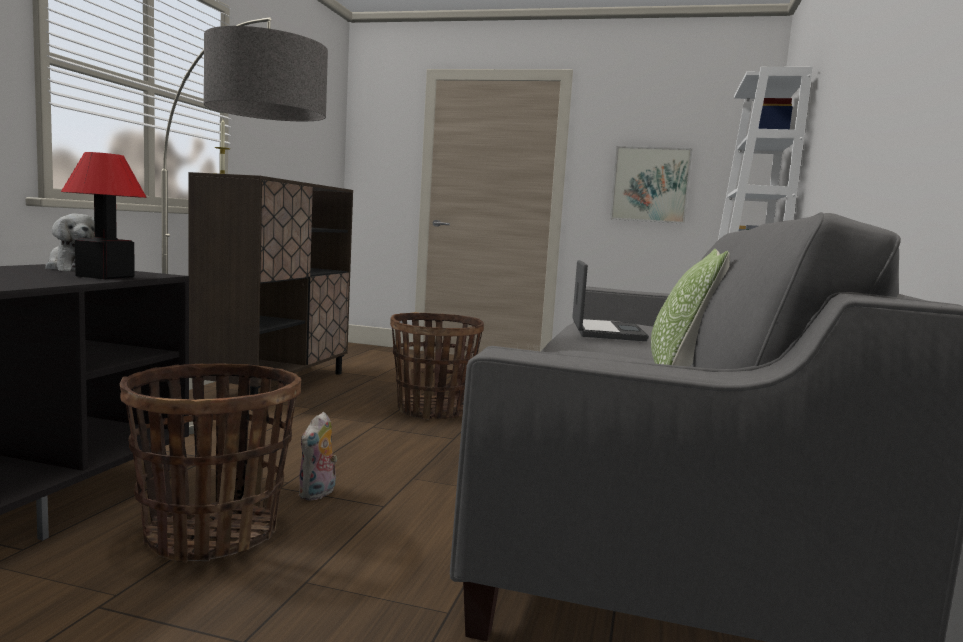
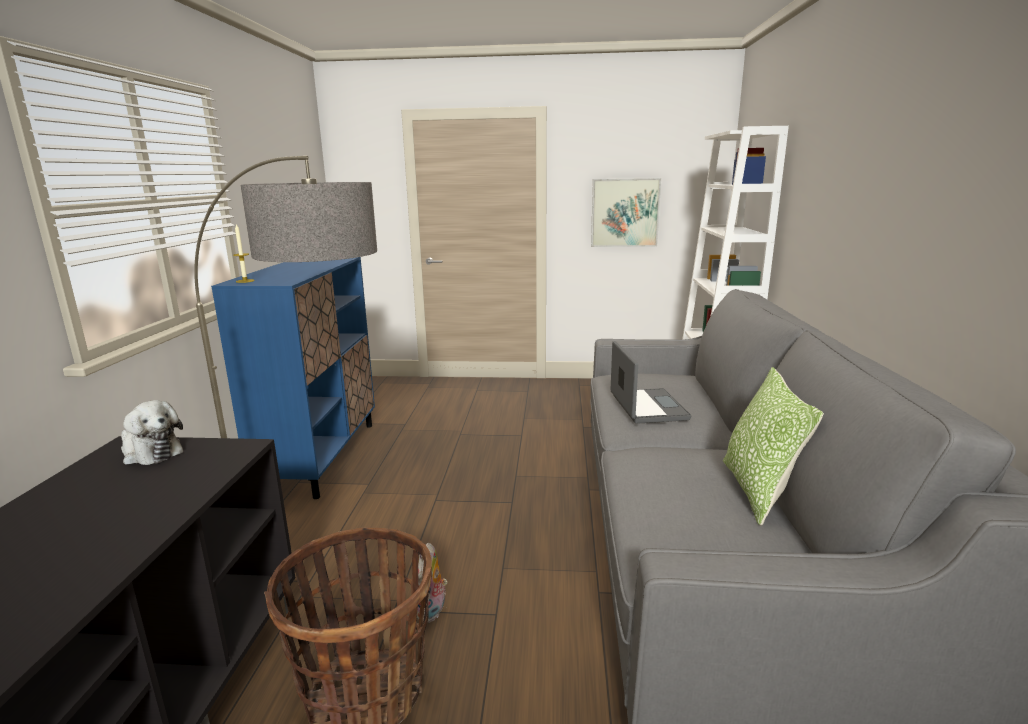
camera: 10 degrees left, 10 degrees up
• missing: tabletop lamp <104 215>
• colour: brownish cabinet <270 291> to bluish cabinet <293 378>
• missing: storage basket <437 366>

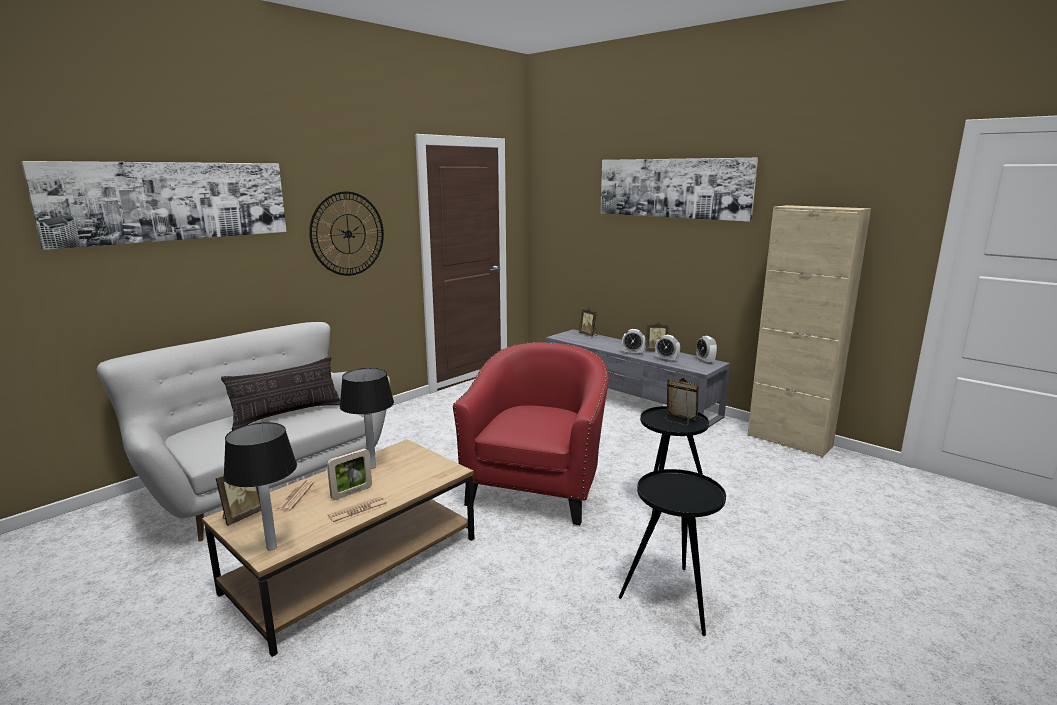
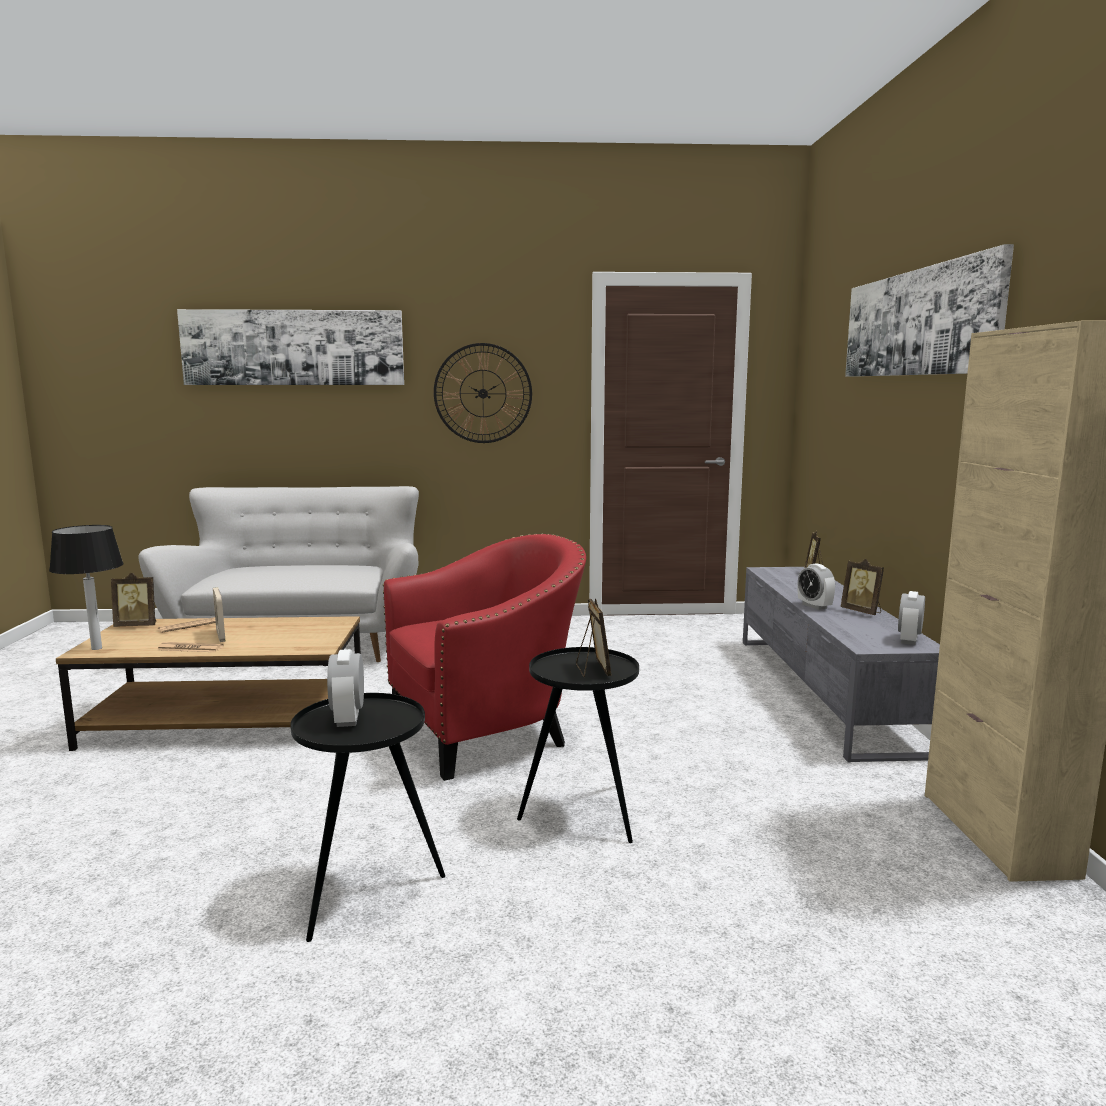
camera: 45 degrees right, 5 degrees down
• missing: pillow <280 393>
• spun: picture frame <349 474> = <219 614> 60 degrees clockwise
• missing: tabletop lamp <366 418>
• relocated: alarm clock <667 349> to <345 688>

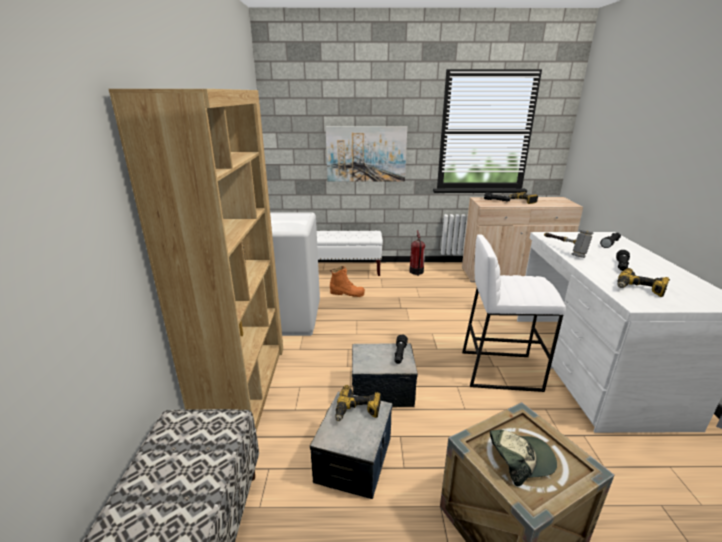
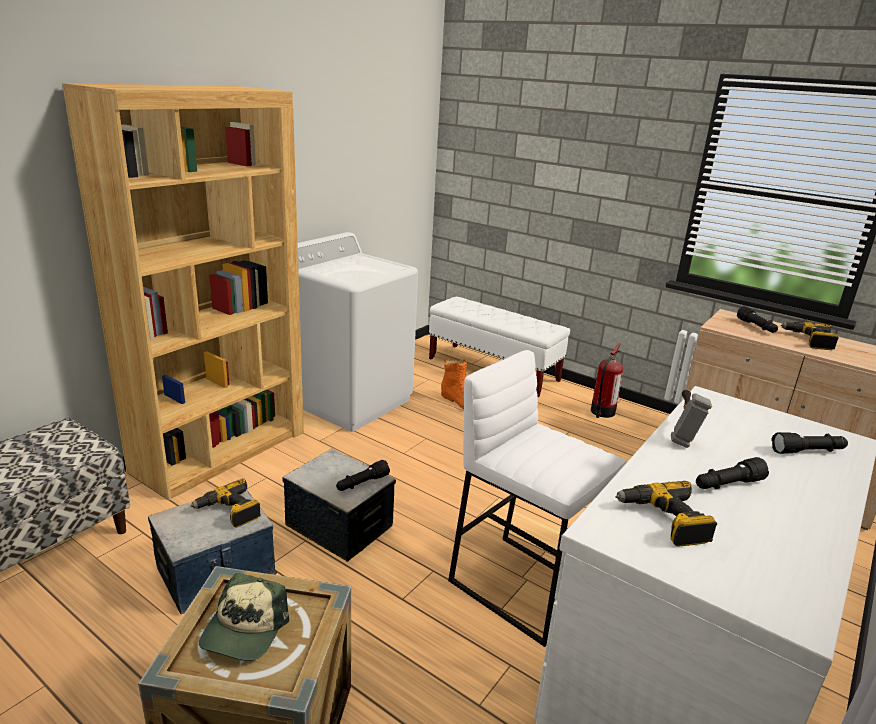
camera: 35 degrees right, 0 degrees up
• missing: picture <366 154>
• spun: baseball cap <523 458> = <244 617> 75 degrees clockwise

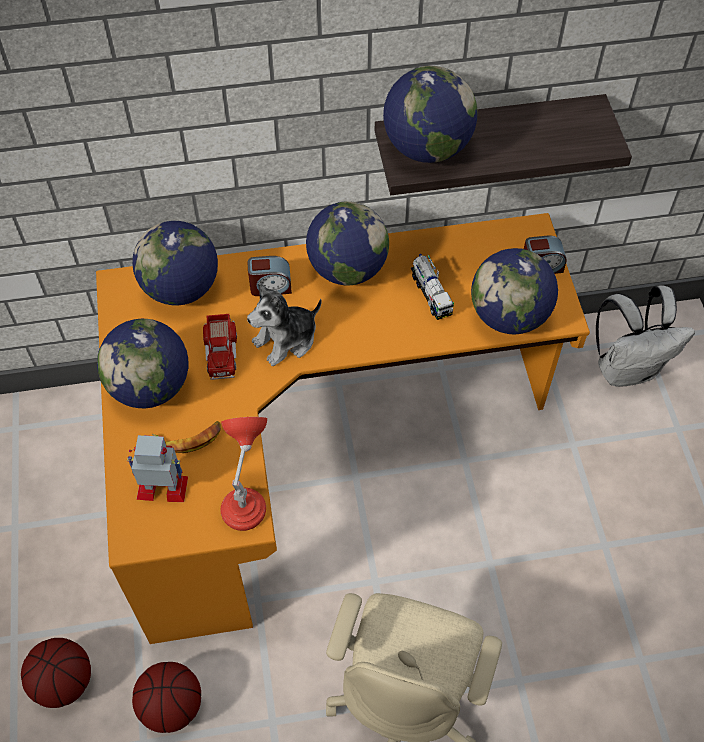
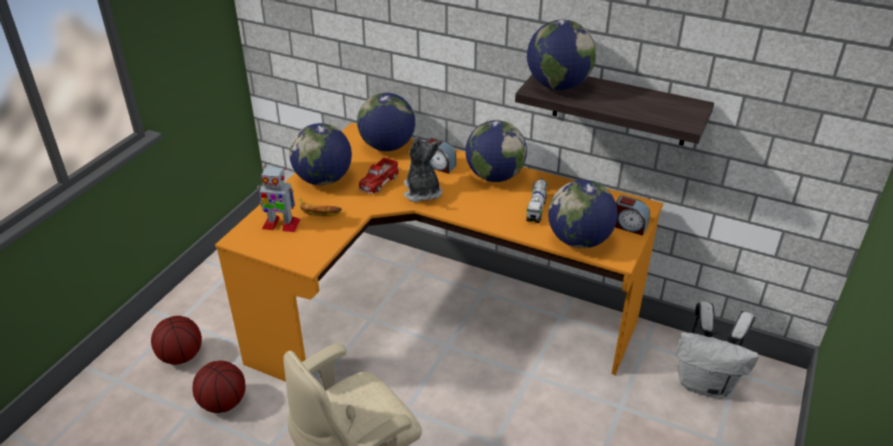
camera: 35 degrees right, 20 degrees down
• spun: toy robot <157 468> = <278 199> 150 degrees clockwise
• missing: reddish tabletop lamp <244 474>
• spun: cuddly toy <284 324> = <423 169> 75 degrees clockwise

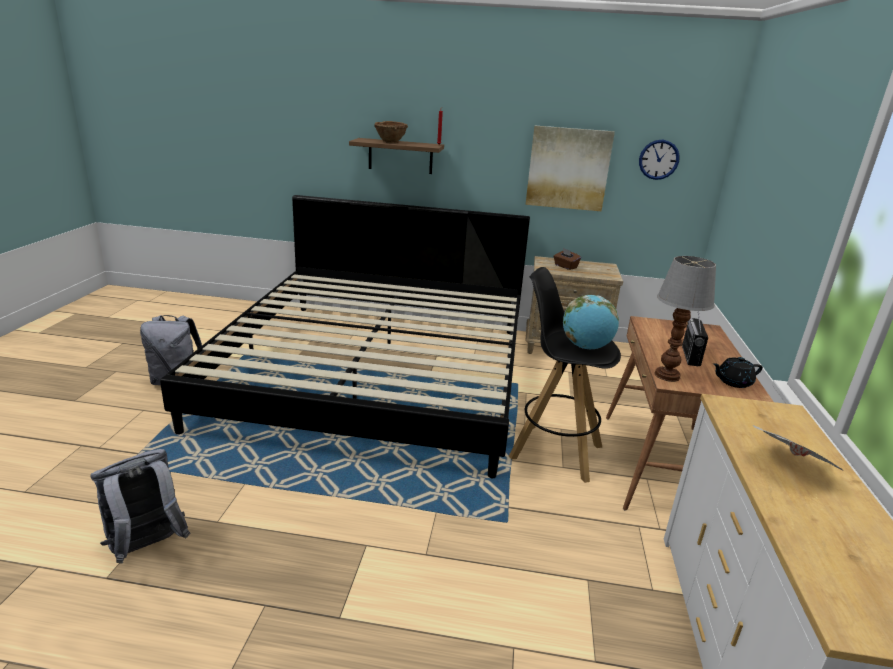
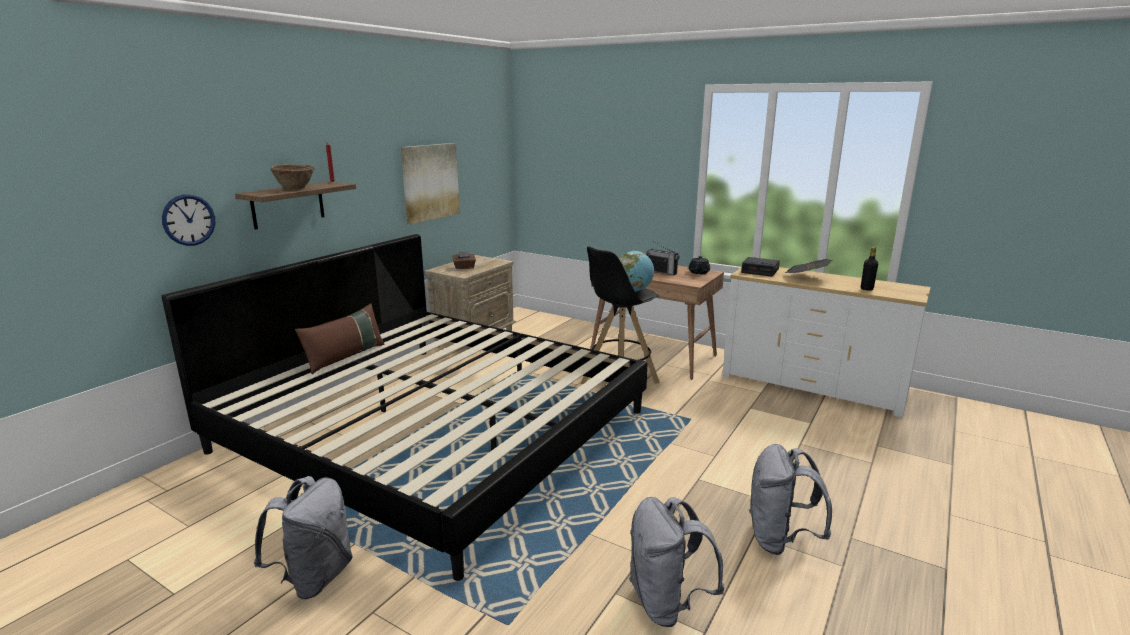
camera: 65 degrees left, 5 degrees down
• relocated: wall clock <659 160> to <188 220>
• missing: tabletop lamp <685 319>
• appeared: brownish pillow <340 338>
• appeared: alarm clock <760 267>
• appeared: grey rucksack <790 499>
• appeared: black-coloured beverage bottle <869 269>

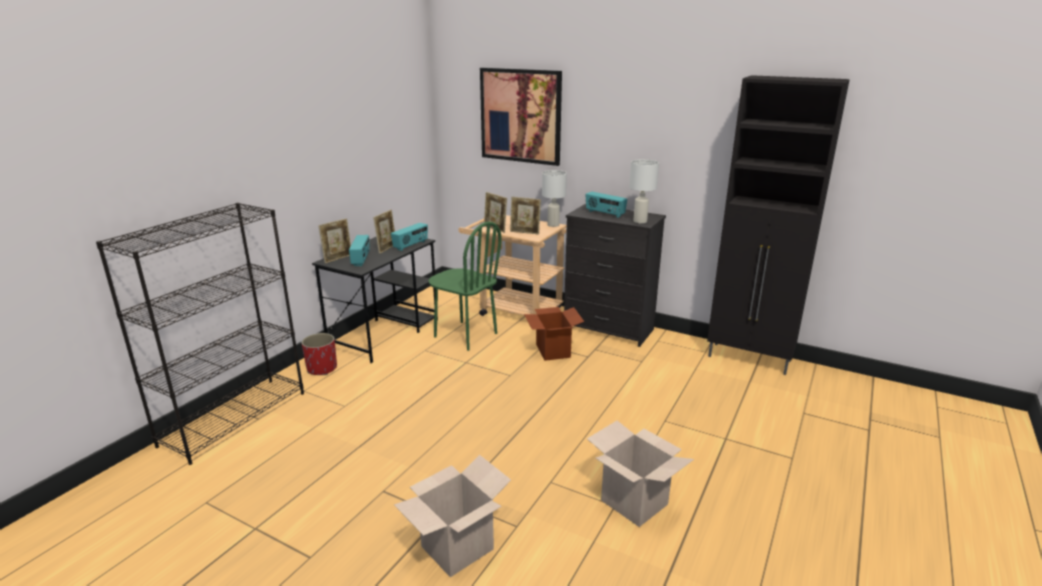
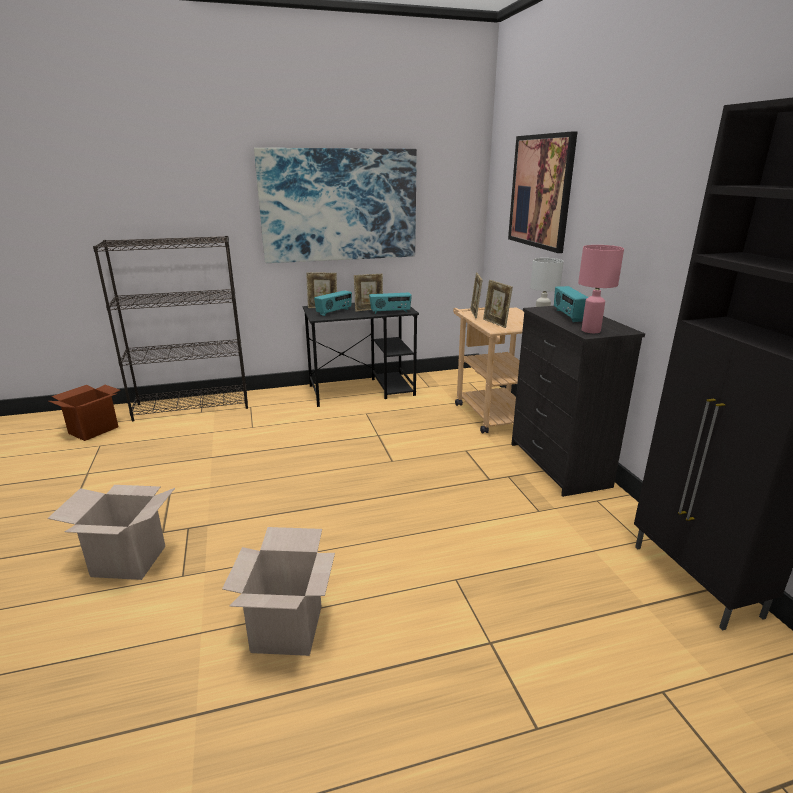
camera: 45 degrees right, 0 degrees up
• missing: reddish flower pot <319 354>
• missing: greenish chair <465 286>
• relocated: packing box <554 334> to <84 413>
• colour: white-coloured tabletop lamp <644 191> to pink-coloured tabletop lamp <601 289>
• appeared: picture <335 205>

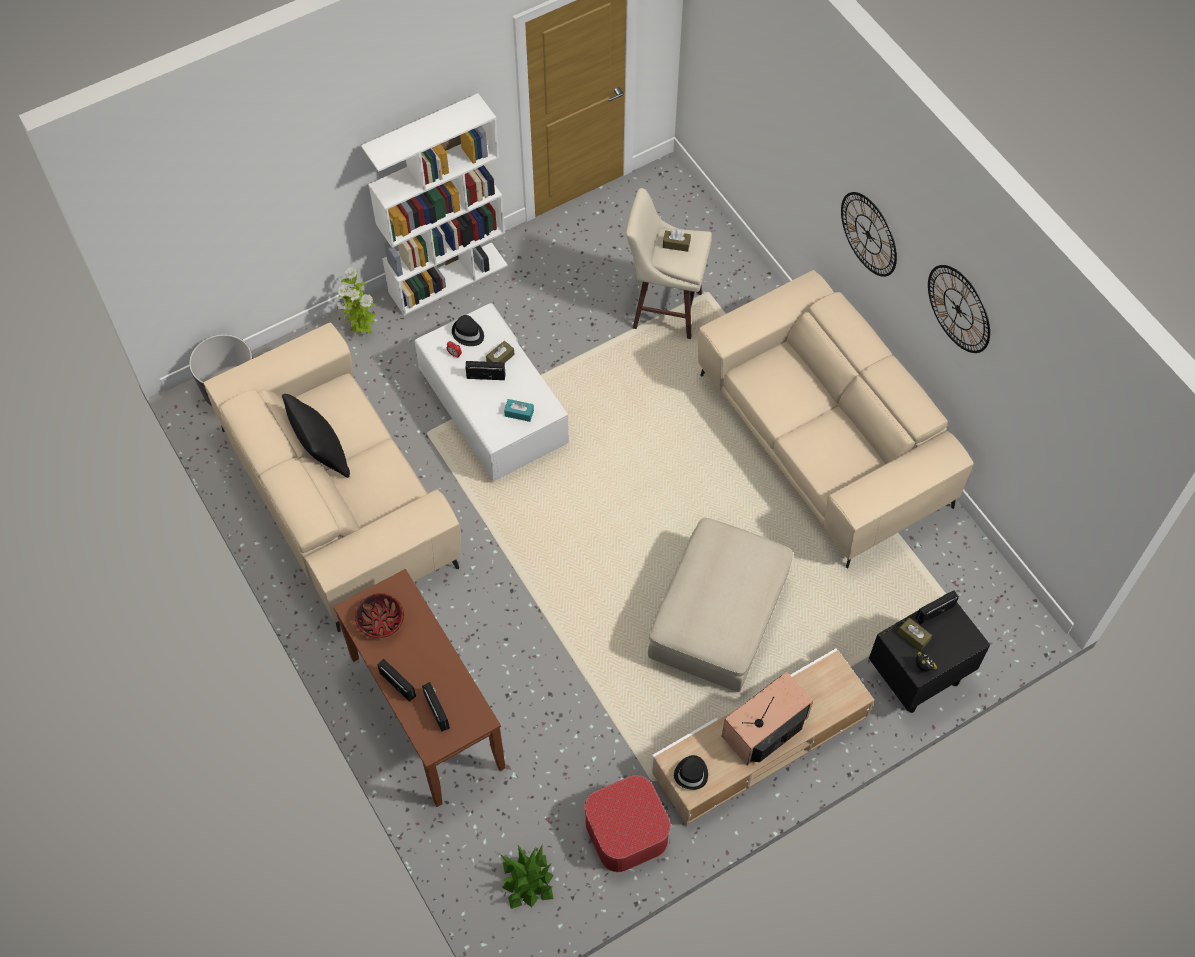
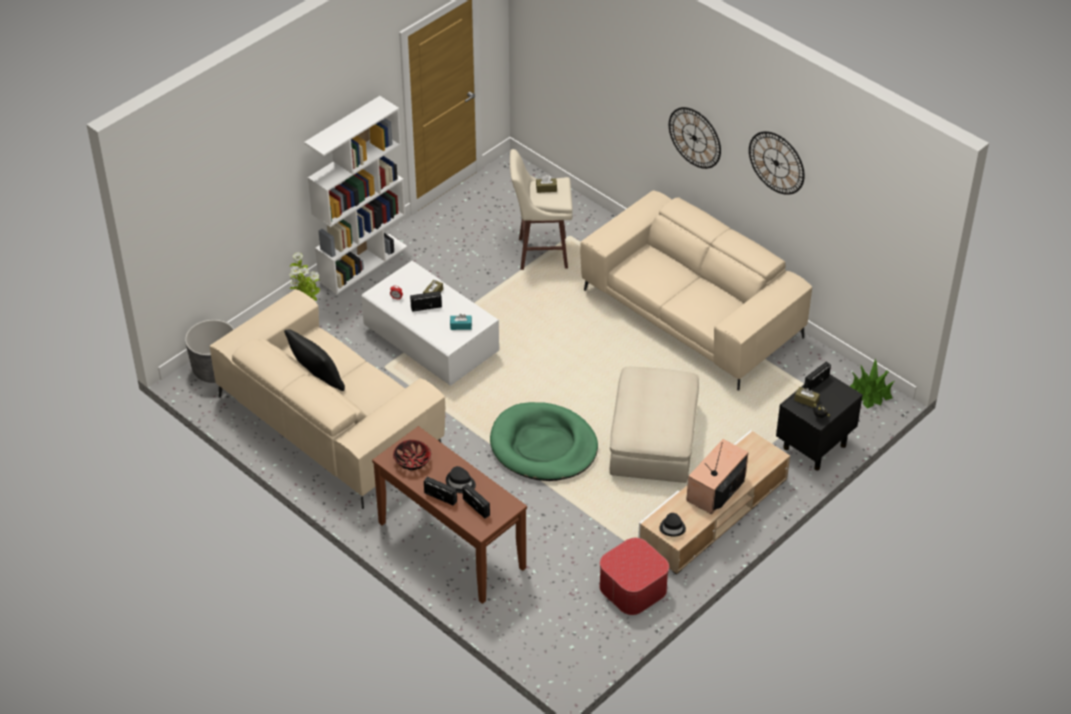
camera: 15 degrees left, 15 degrees down
• relocated: black-coloured hat <468 330> to <461 479>
• relocated: plant in a pot <527 876> to <872 384>
• appeared: greenish dog cushion <544 441>

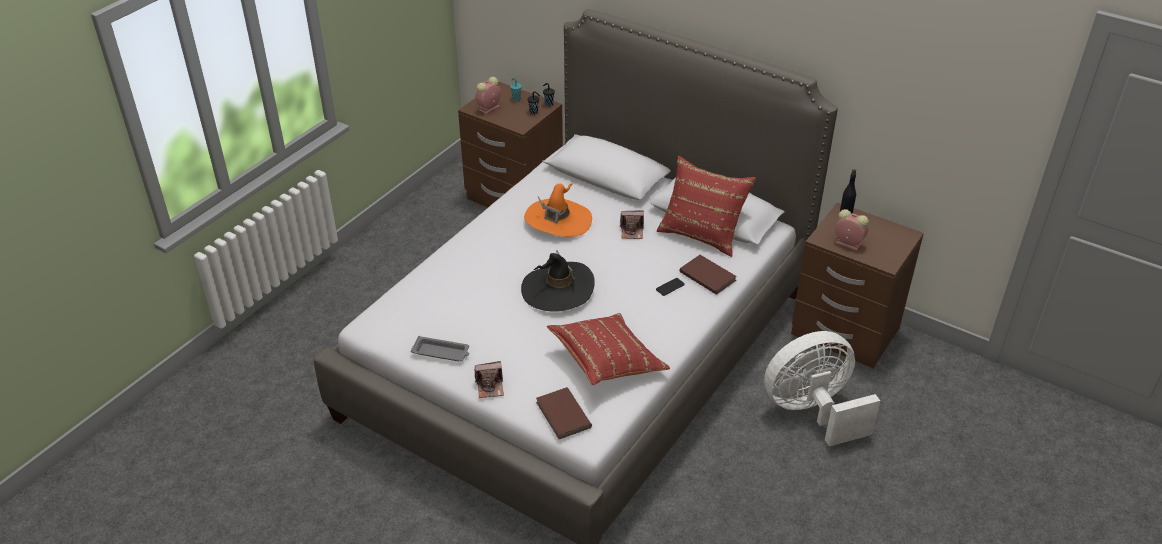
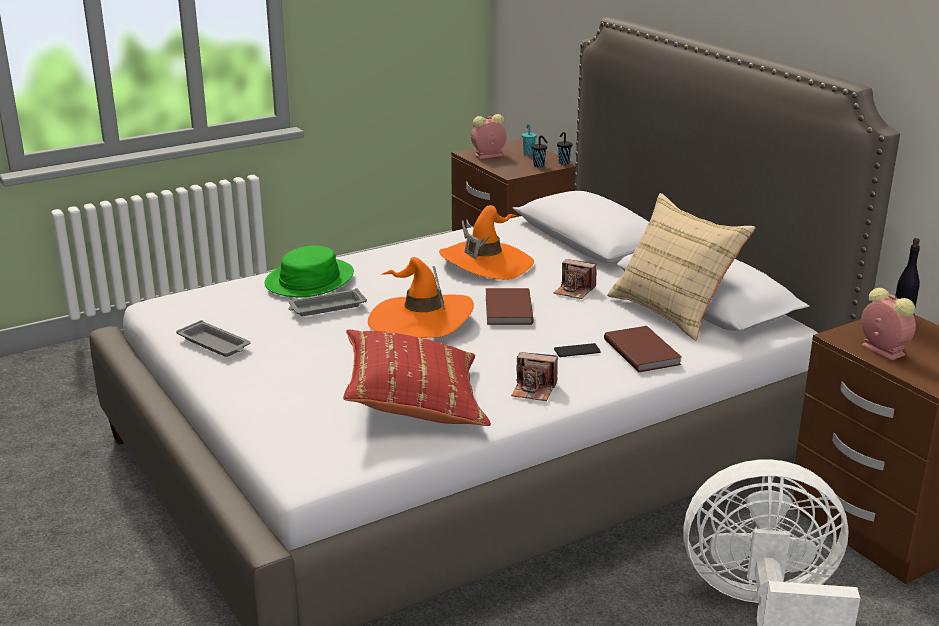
camera: 25 degrees right, 15 degrees down
• relocated: photo camera <489 379> to <534 376>
• colour: black-coloured hat <558 281> to orange-coloured hat <421 297>
• relocated: brownish book <564 413> to <510 306>
• colour: reddish pillow <706 206> to sand-coloured pillow <681 266>
• appeared: greenish hat <309 272>
• appeared: grey carrying tray <327 302>

